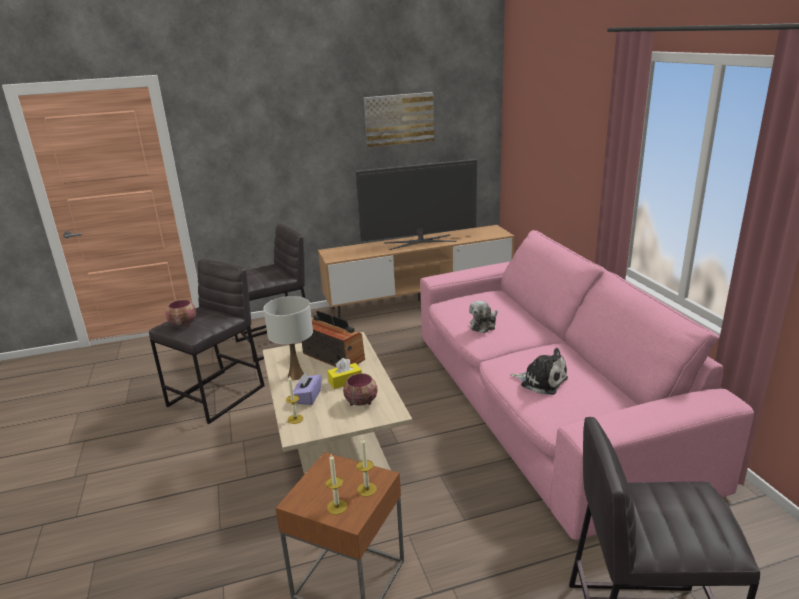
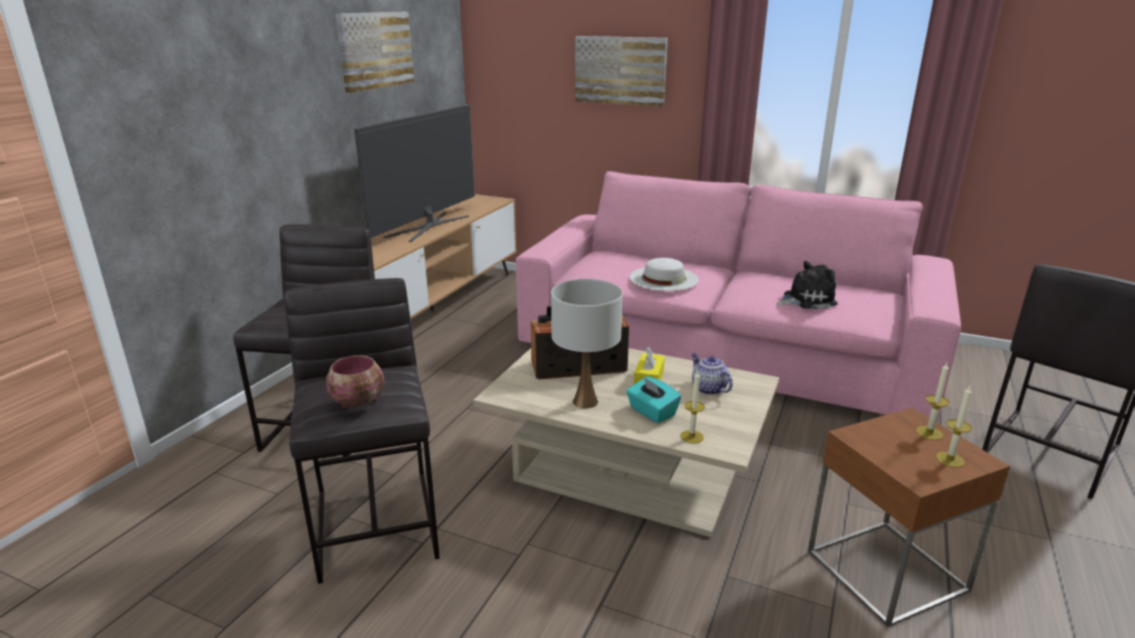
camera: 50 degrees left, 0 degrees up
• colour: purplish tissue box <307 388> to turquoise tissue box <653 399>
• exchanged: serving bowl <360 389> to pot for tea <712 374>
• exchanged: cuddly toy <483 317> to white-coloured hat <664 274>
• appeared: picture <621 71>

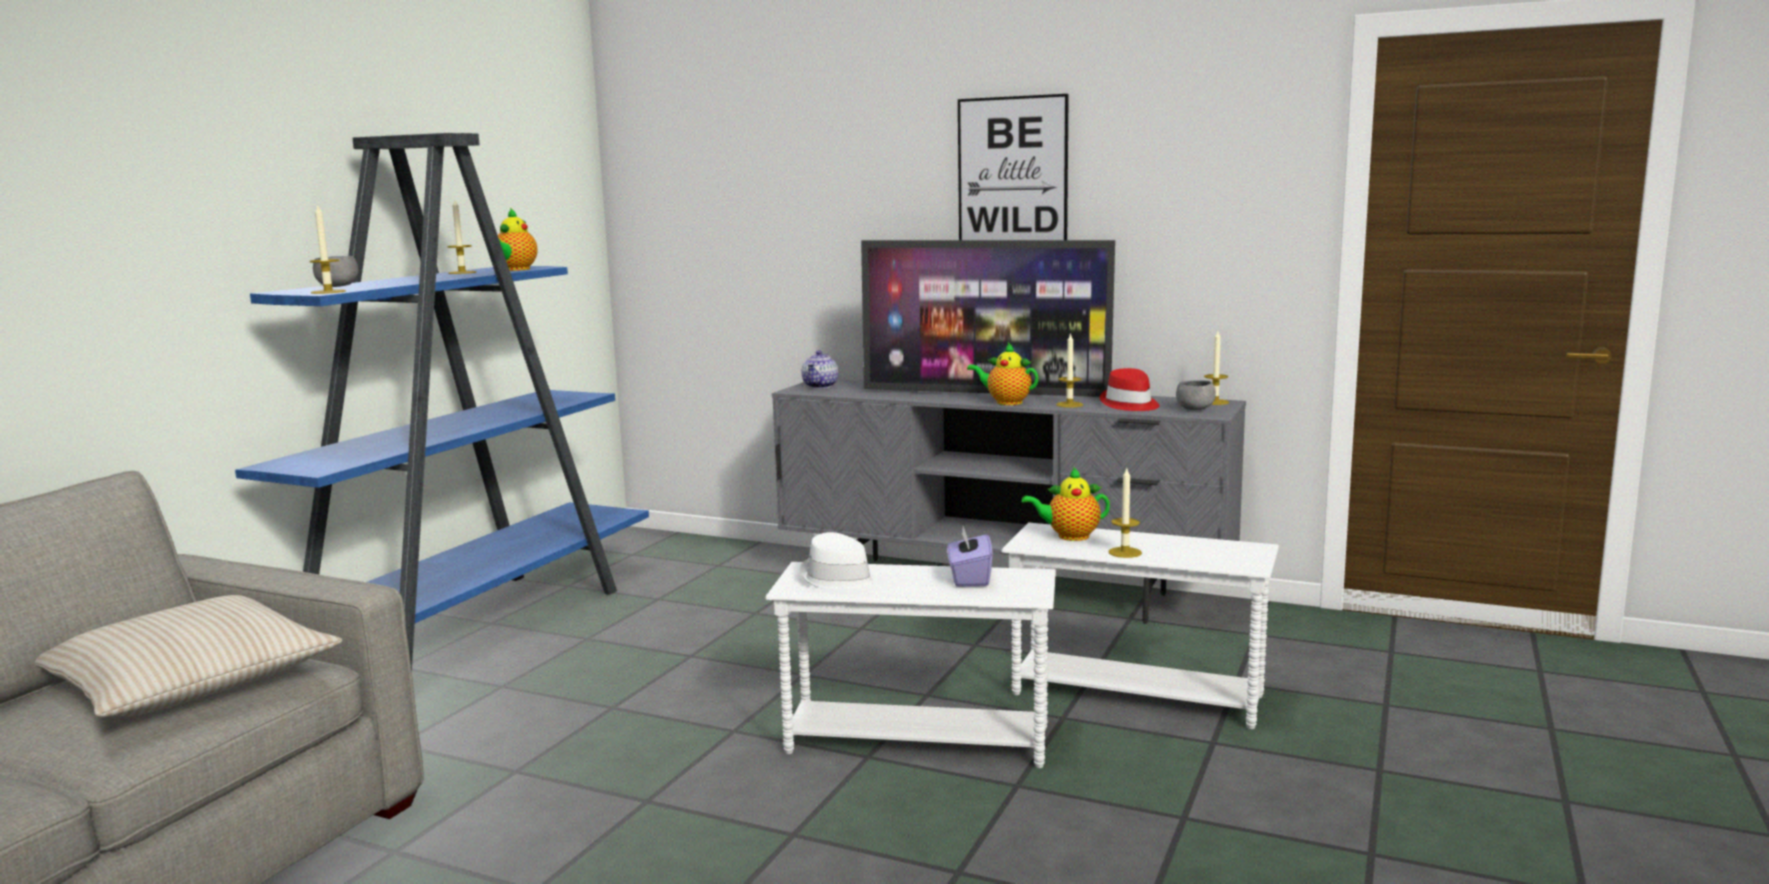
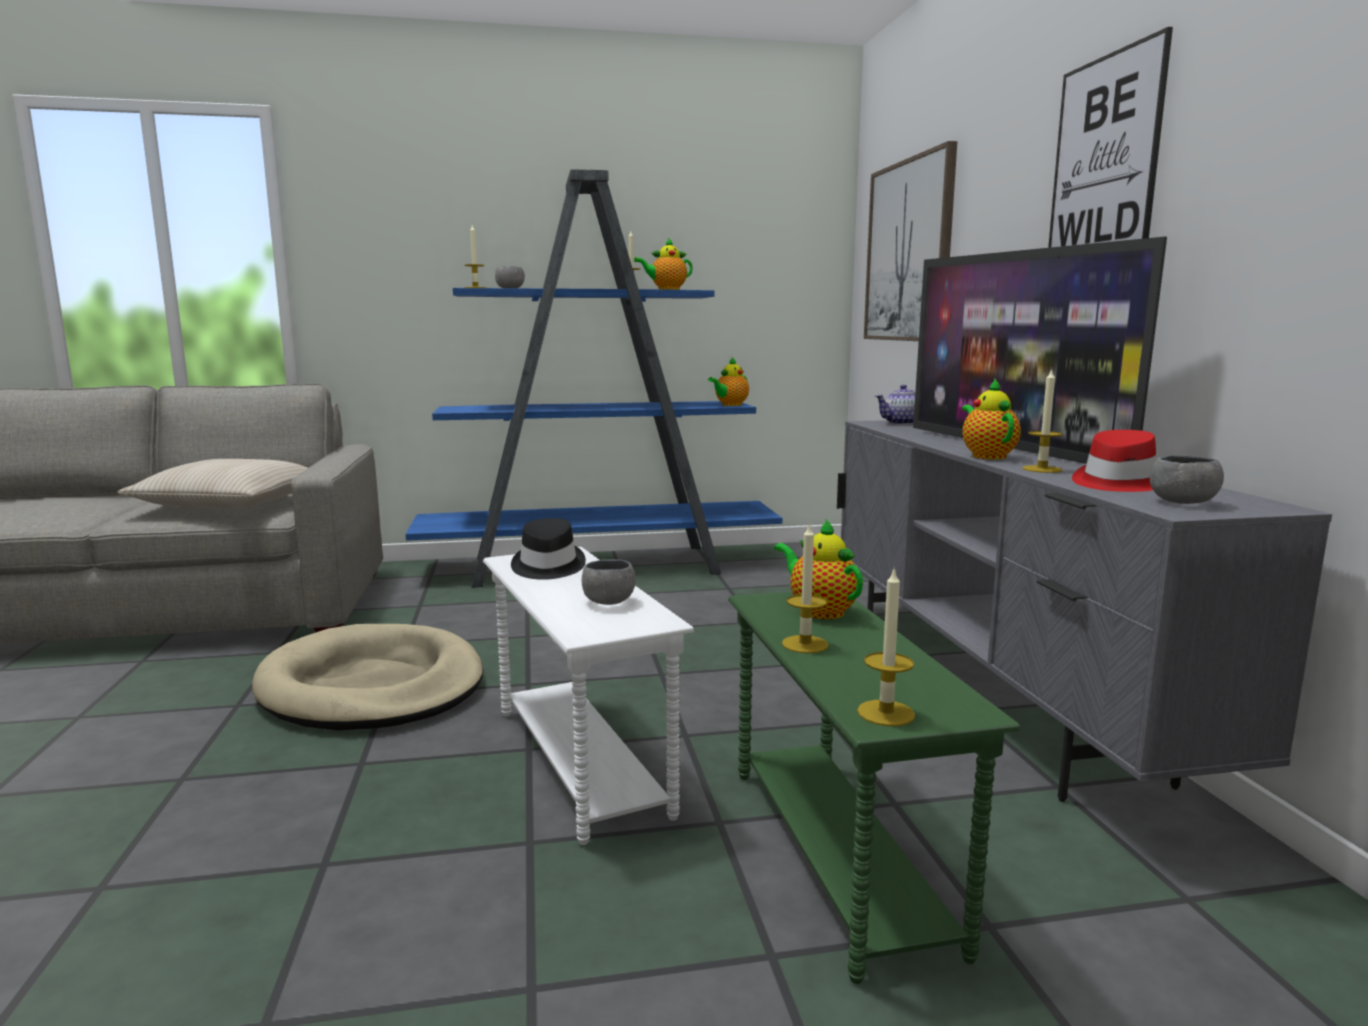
camera: 55 degrees right, 0 degrees up
• colour: white-coloured hat <840 562> to black-coloured hat <548 549>
• exchanged: purplish tissue box <970 556> to grey serving bowl <609 582>
• colour: white-coloured side table <1140 626> to greenish side table <874 788>
• relocated: wax candle <1216 368> to <886 646>
• appeared: sand-coloured dog cushion <368 677>
• appeared: pot for tea <728 381>
• appeared: picture <910 241>

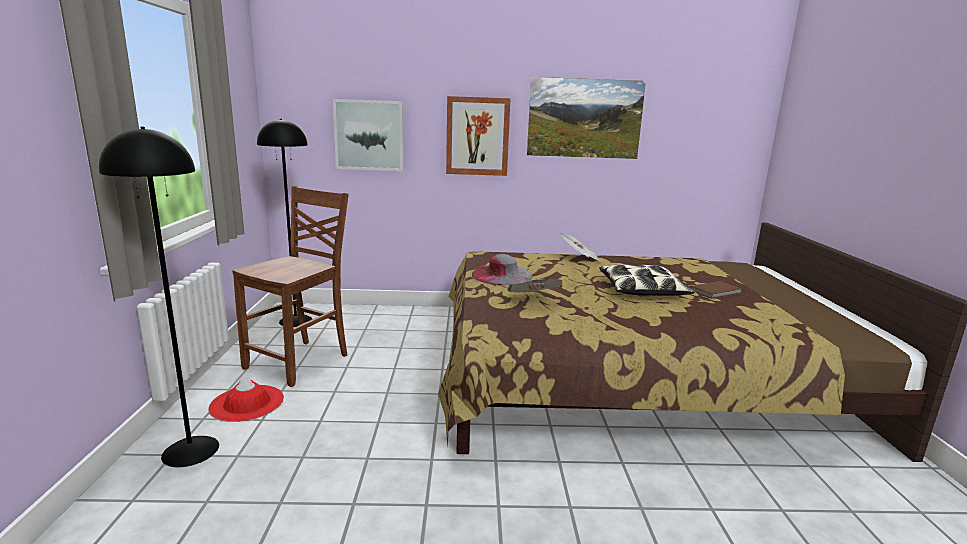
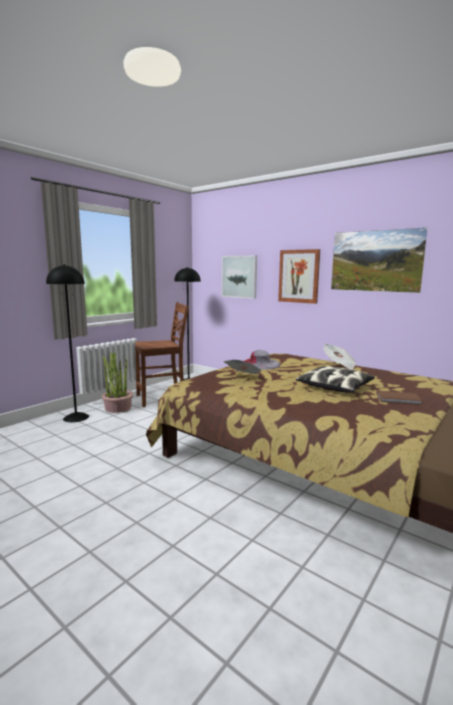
camera: 40 degrees right, 5 degrees down
• exchanged: reddish hat <246 400> to plant in a pot <117 382>

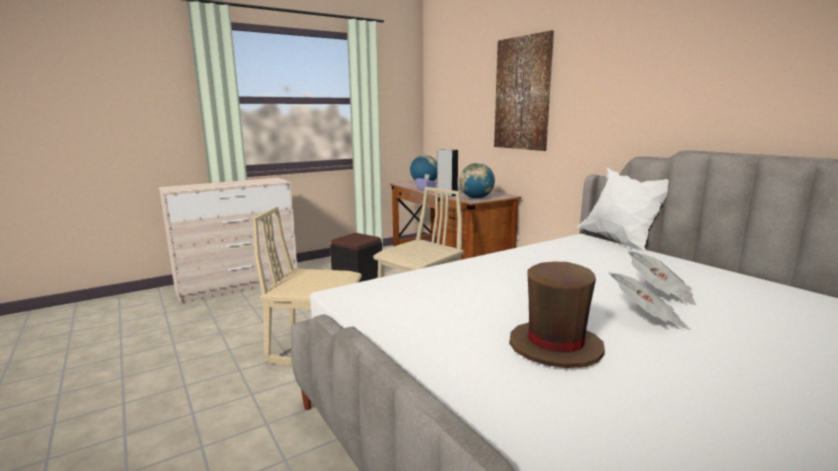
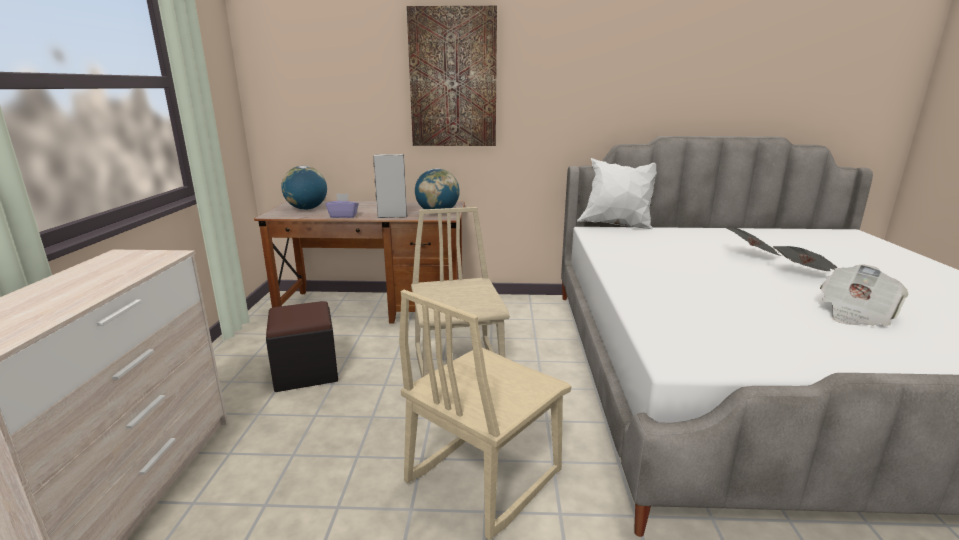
camera: 55 degrees left, 5 degrees up
• exchanged: brownish hat <557 315> to newspaper <864 295>

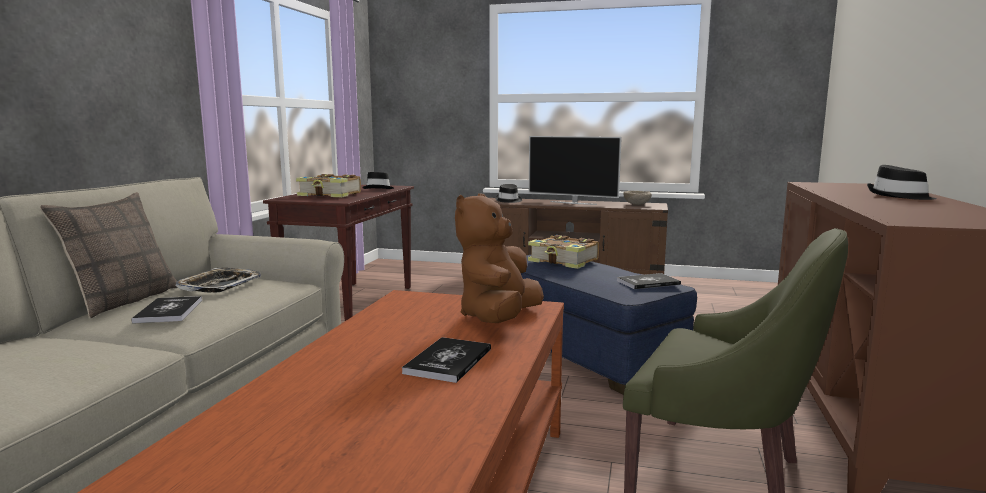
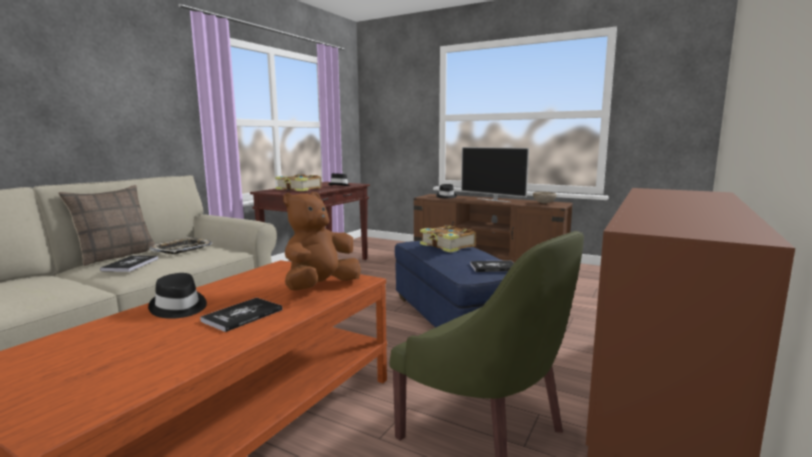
camera: 15 degrees right, 0 degrees up
• relocated: black-coloured hat <902 182> to <177 296>

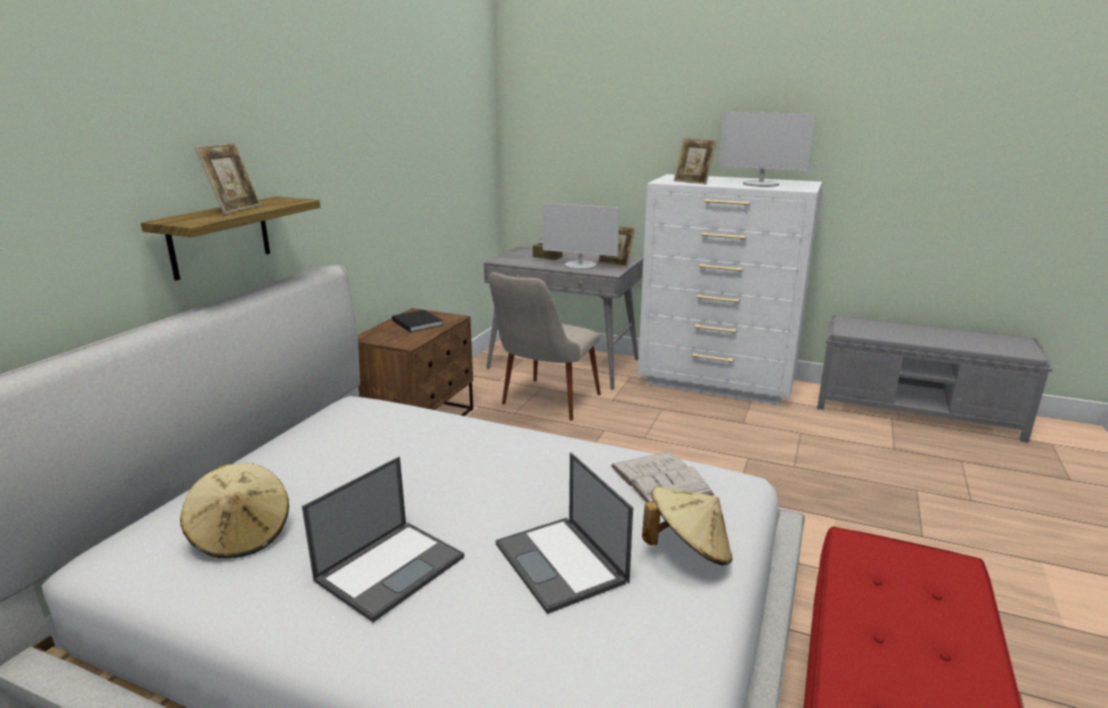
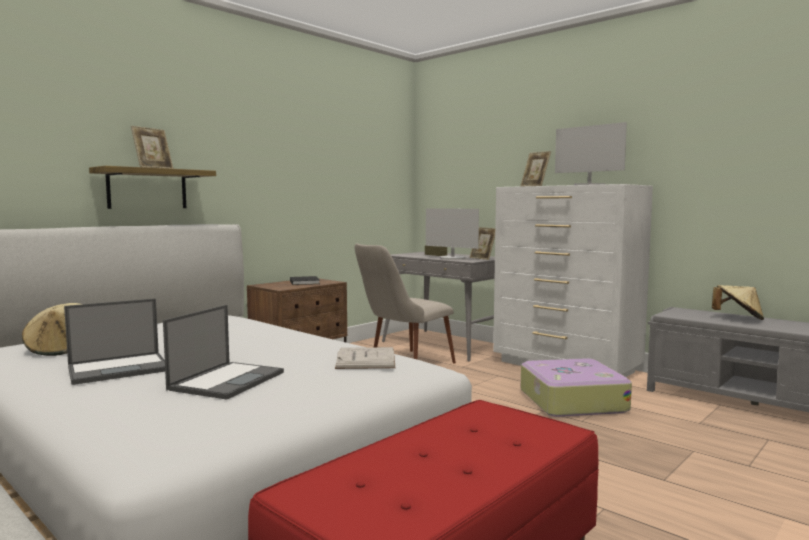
camera: 20 degrees right, 15 degrees down
• spun: portable computer <564 533> = <223 352> 150 degrees counterclockwise
• relocated: sand-coloured hat <687 526> to <738 302>
• appeared: piece of luggage <576 387>

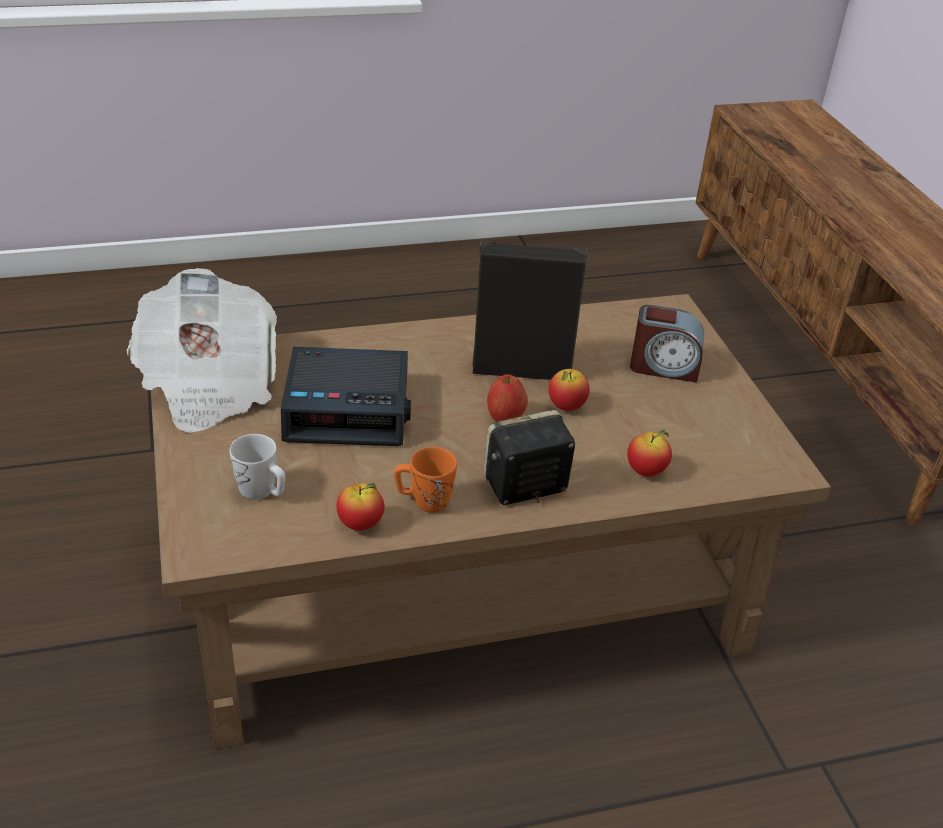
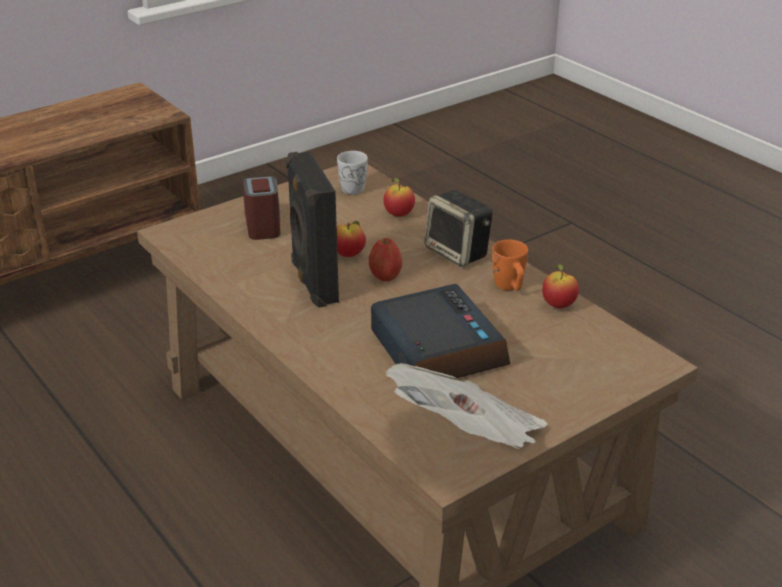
camera: 110 degrees left, 5 degrees down
• relocated: white-coloured mug <257 467> to <352 173>

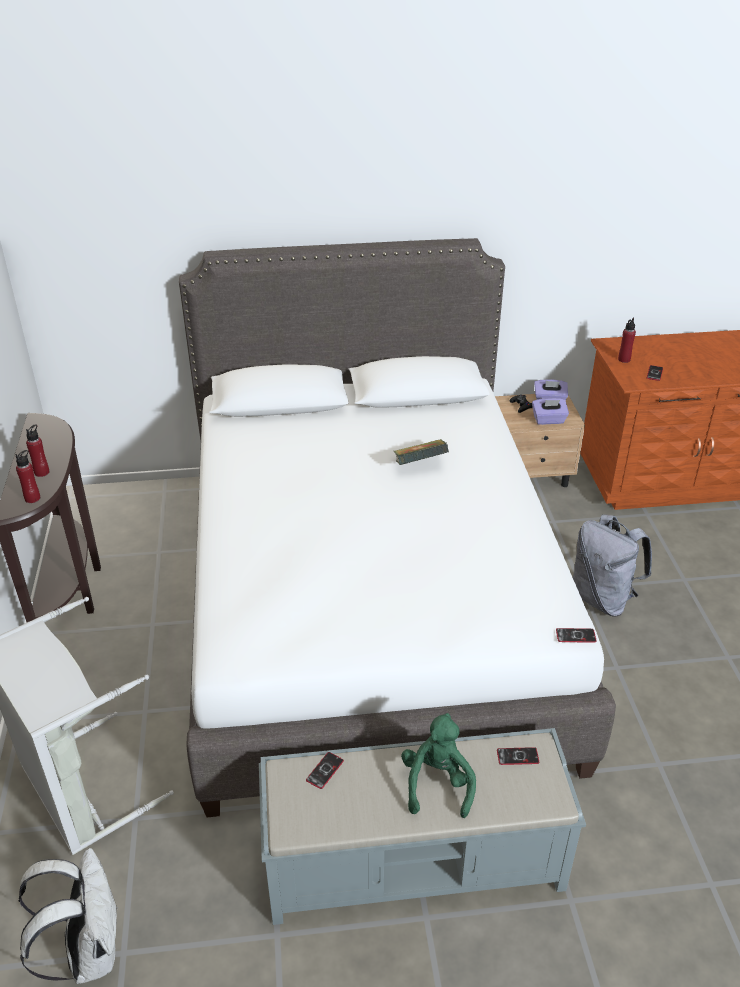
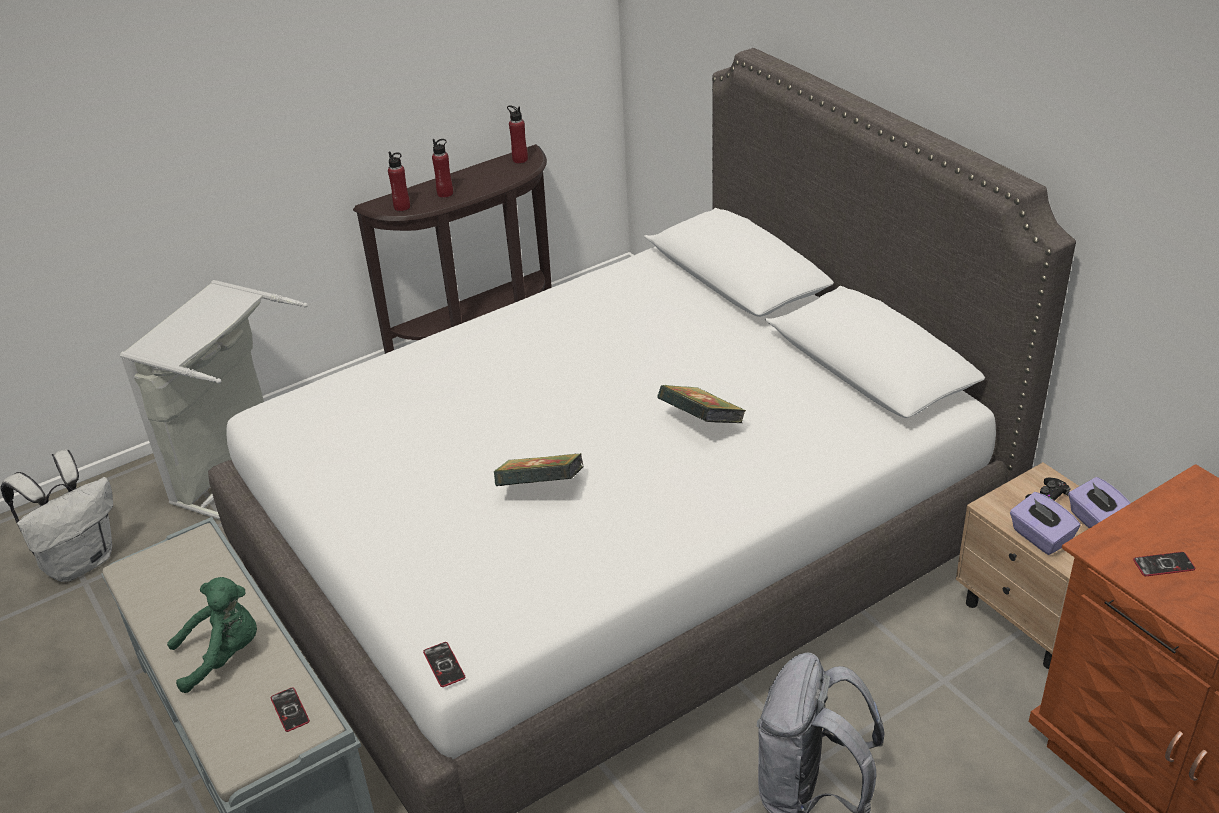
camera: 65 degrees right, 0 degrees up
• missing: handset <325 770>
• relocated: reddish beverage bottle <627 340> to <517 134>
• appeared: book <539 469>

